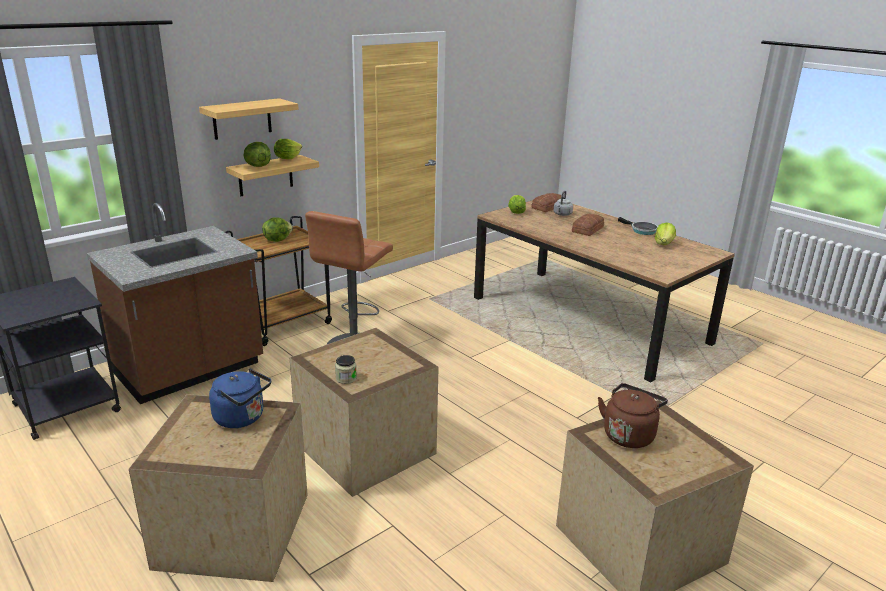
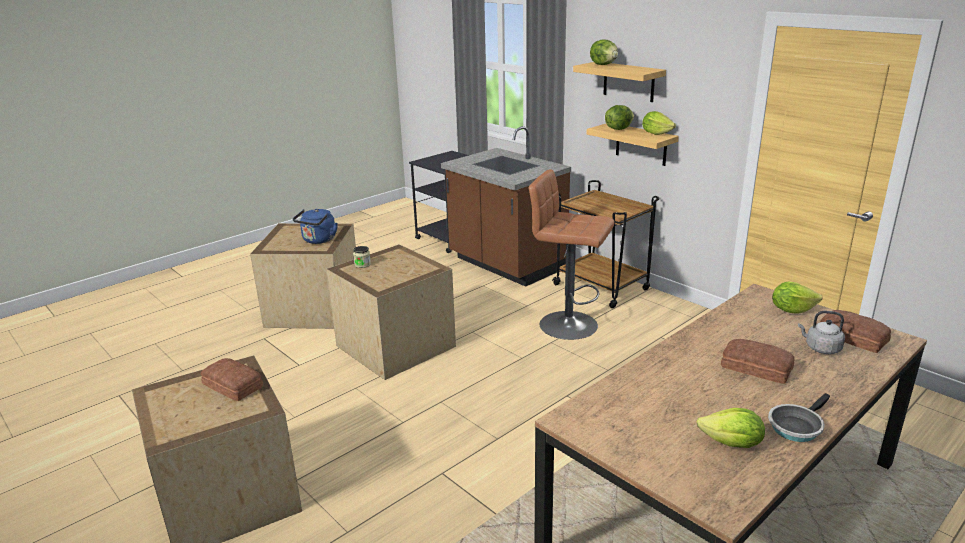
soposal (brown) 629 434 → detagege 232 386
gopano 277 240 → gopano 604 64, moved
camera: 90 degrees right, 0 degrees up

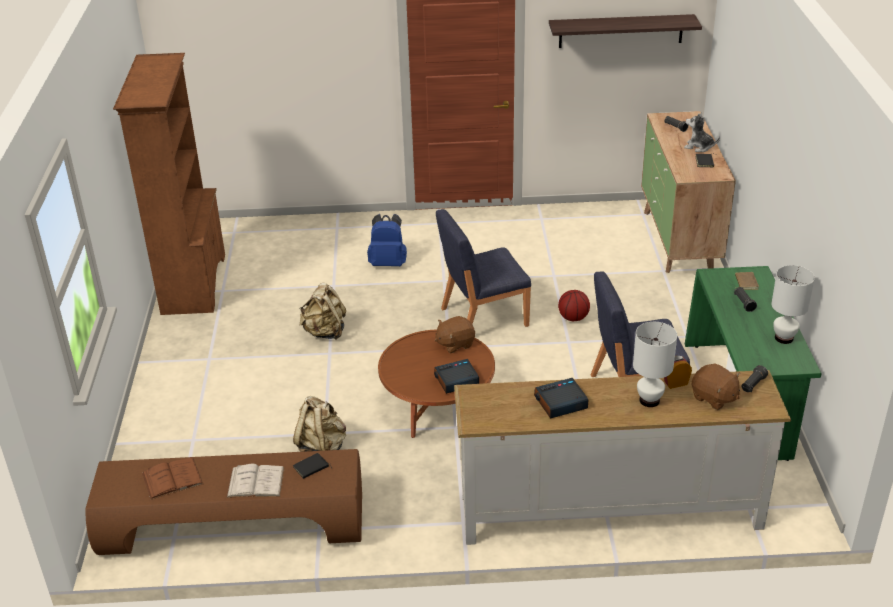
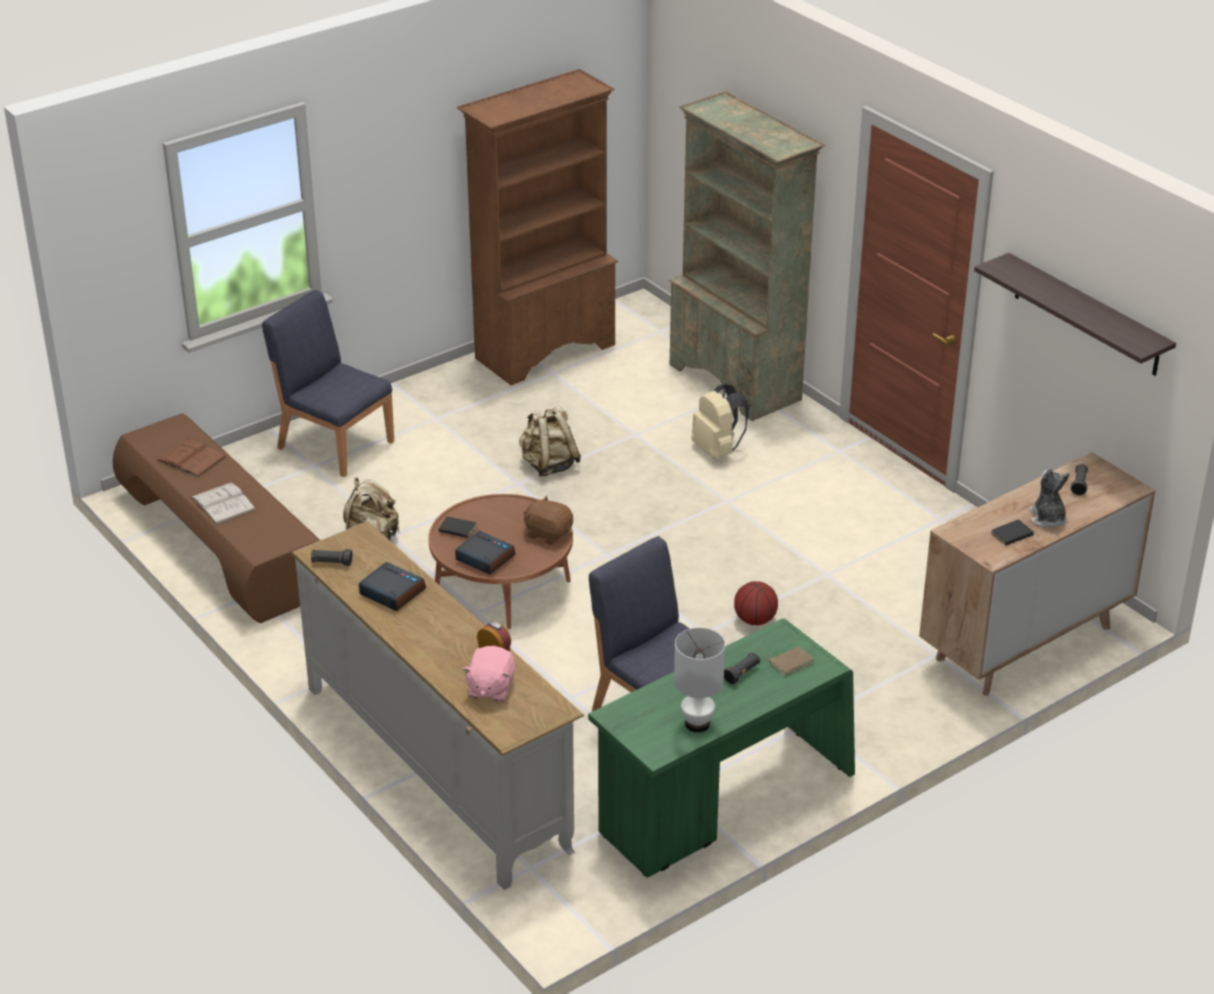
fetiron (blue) 483 317 → fetiron (blue) 335 444, moved
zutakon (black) 753 385 → zutakon (black) 331 563, moved
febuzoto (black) 311 468 → febuzoto (black) 457 530, moved
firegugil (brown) 714 398 → firegugil (pink) 490 688
- → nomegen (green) 736 382
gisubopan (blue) 388 263 → gisubopan (beige) 718 450
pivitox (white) 650 400 → -
camera: 55 degrees right, 0 degrees up

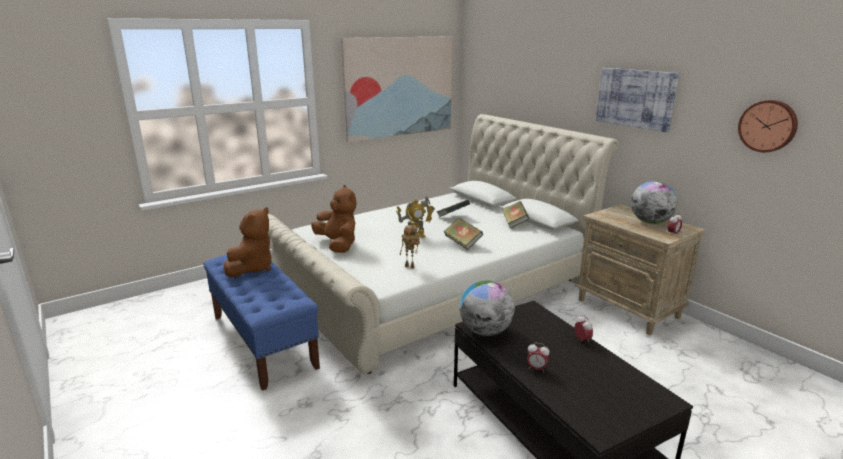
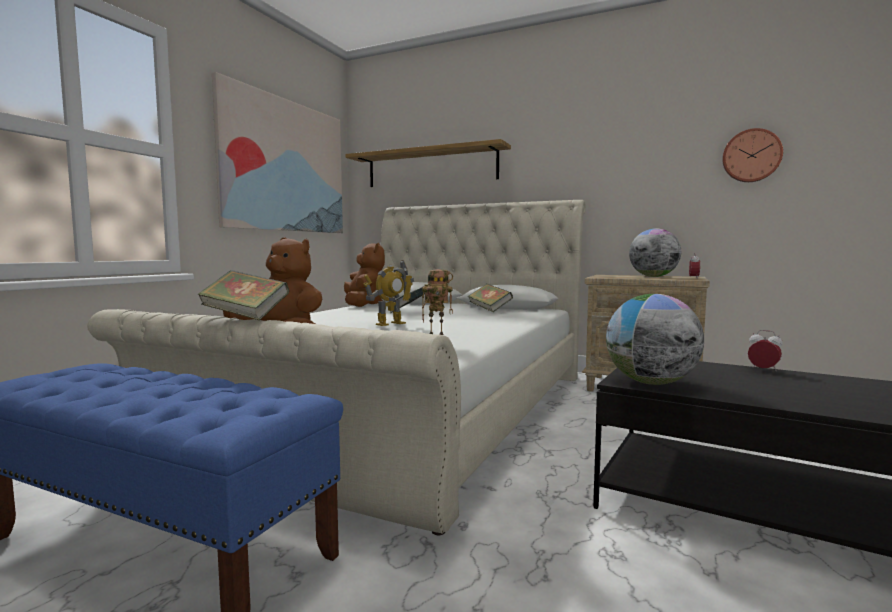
febuzoto 462 243 → febuzoto 245 316, moved
firegugil (brown) 252 268 → firegugil (brown) 363 305, moved
- → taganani 431 167
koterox 536 369 → -
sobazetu 635 98 → -
camera: 30 degrees left, 15 degrees down

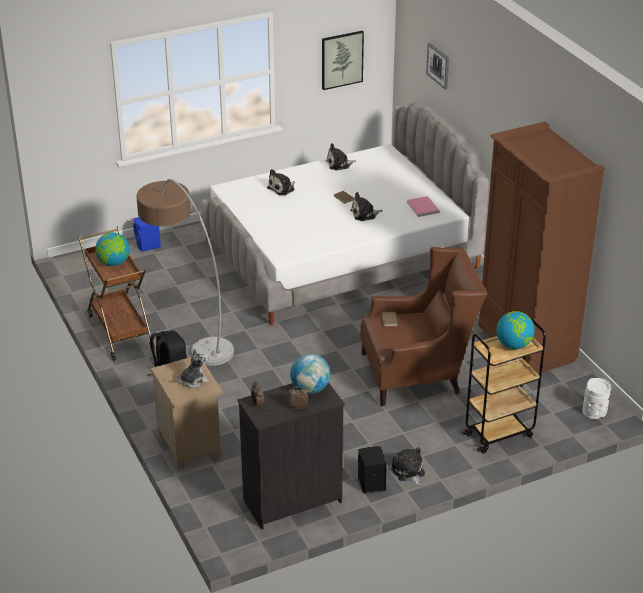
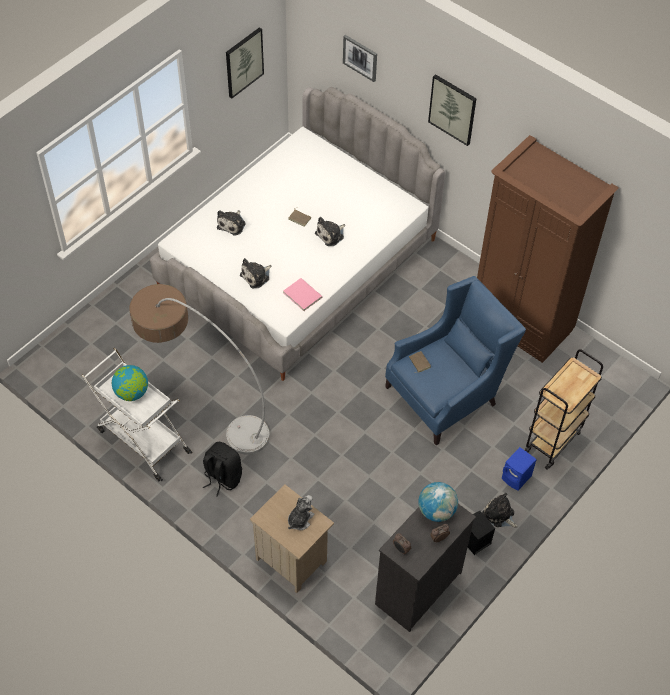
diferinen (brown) 120 332 → diferinen (white) 143 441
firegugil 339 164 → firegugil 256 276, moved
febuzoto (pink) 423 207 → febuzoto (pink) 302 294, moved
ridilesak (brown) 418 373 → ridilesak (blue) 447 393
- → sobazetu 453 109
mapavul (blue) 148 246 → mapavul (blue) 517 478, moved
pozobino 514 345 → -
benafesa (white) 594 413 → -
camera: 25 degrees left, 20 degrees up

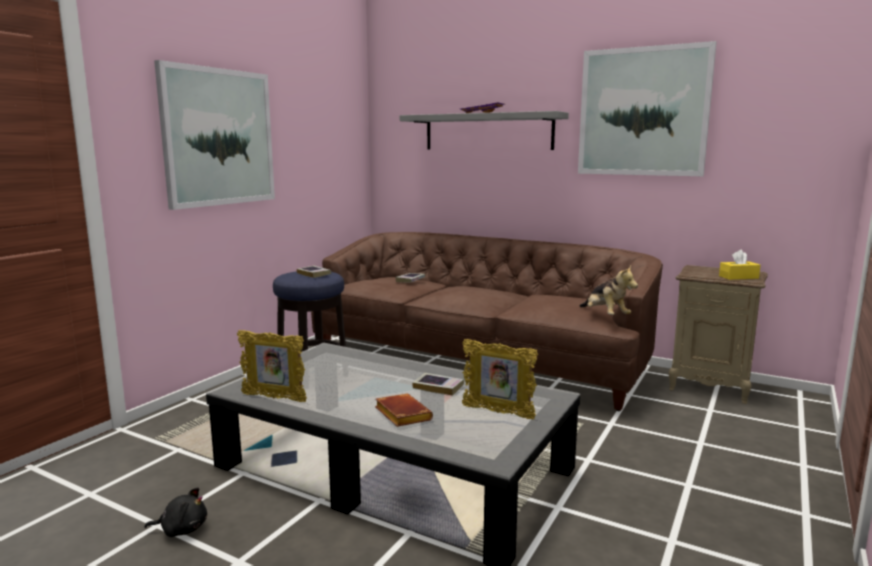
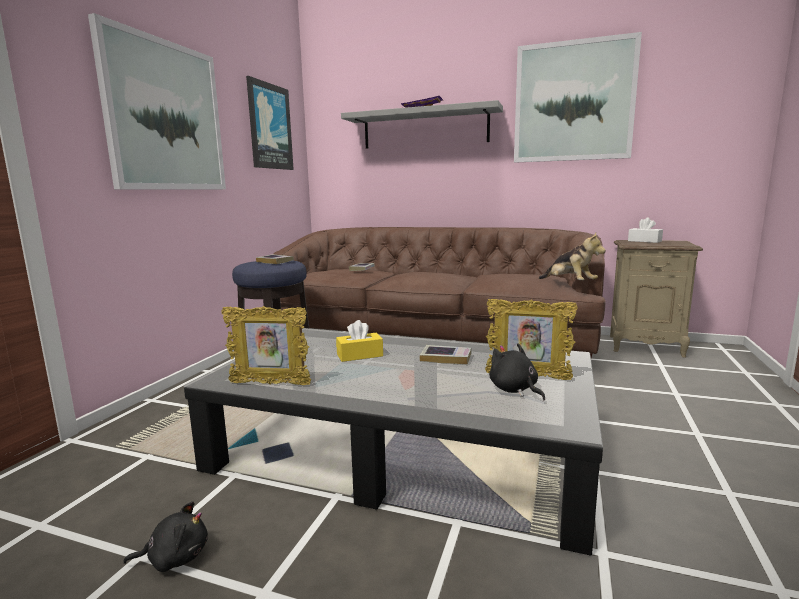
- → sobazetu 269 126
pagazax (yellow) 738 277 → pagazax (yellow) 359 355, moved
- → firegugil (black) 514 390
- → pagazax (white) 644 241
febuzoto (brown) 400 415 → -
camera: 10 degrees left, 0 degrees up

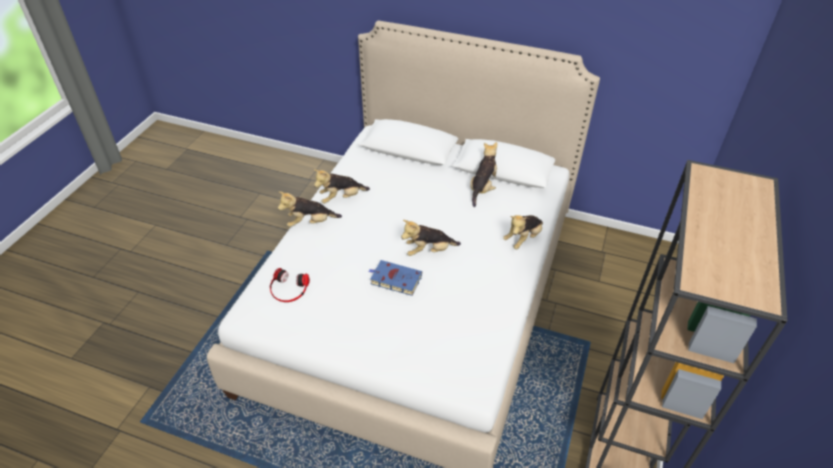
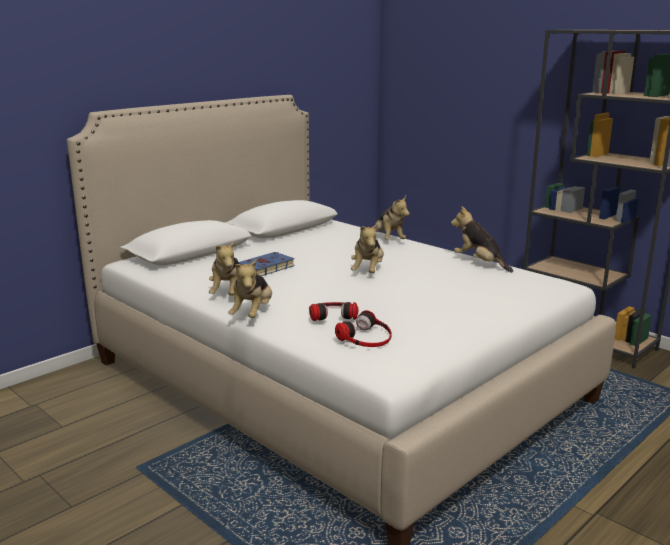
febuzoto (blue) 394 279 → febuzoto (blue) 265 268, moved
- → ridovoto 332 314
firegugil 483 188 → firegugil 479 263, moved
camera: 65 degrees left, 25 degrees down

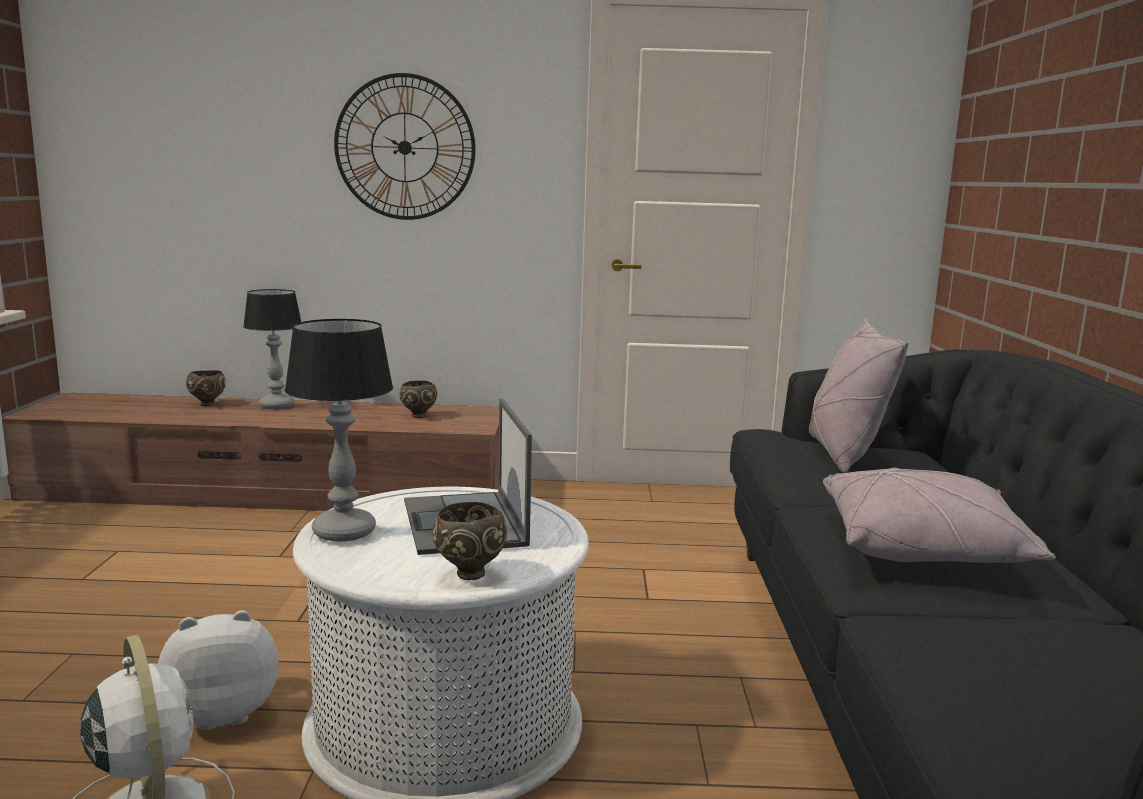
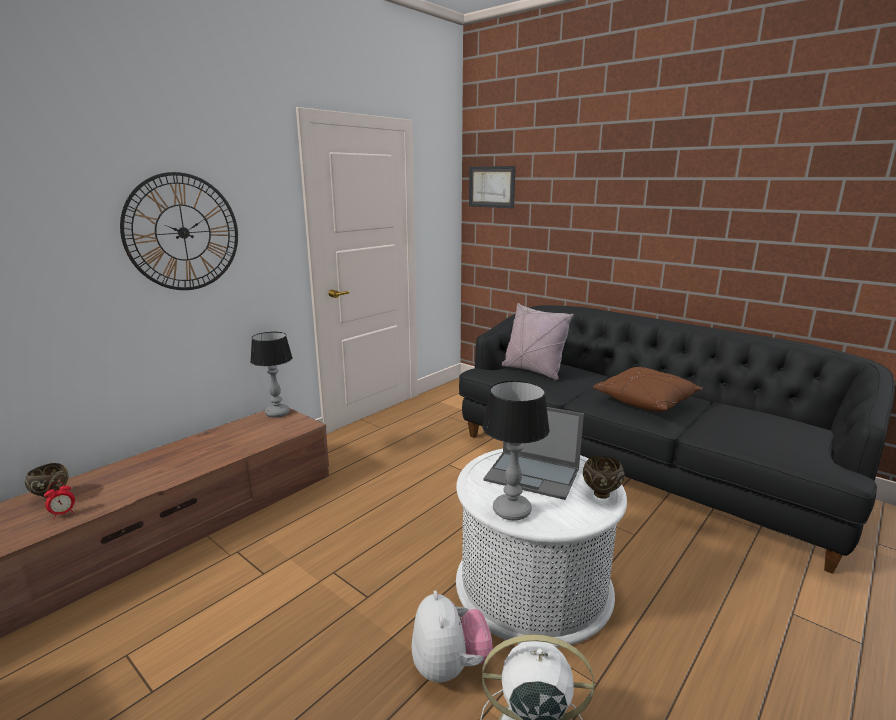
- → koterox 63 514
pivitox 277 406 → pivitox 278 413, moved
firegugil 223 713 → firegugil 450 667, 150 degrees clockwise
- → sobazetu 491 187
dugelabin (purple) 923 548 → dugelabin (brown) 646 401
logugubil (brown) 418 416 → -
camera: 50 degrees left, 5 degrees up

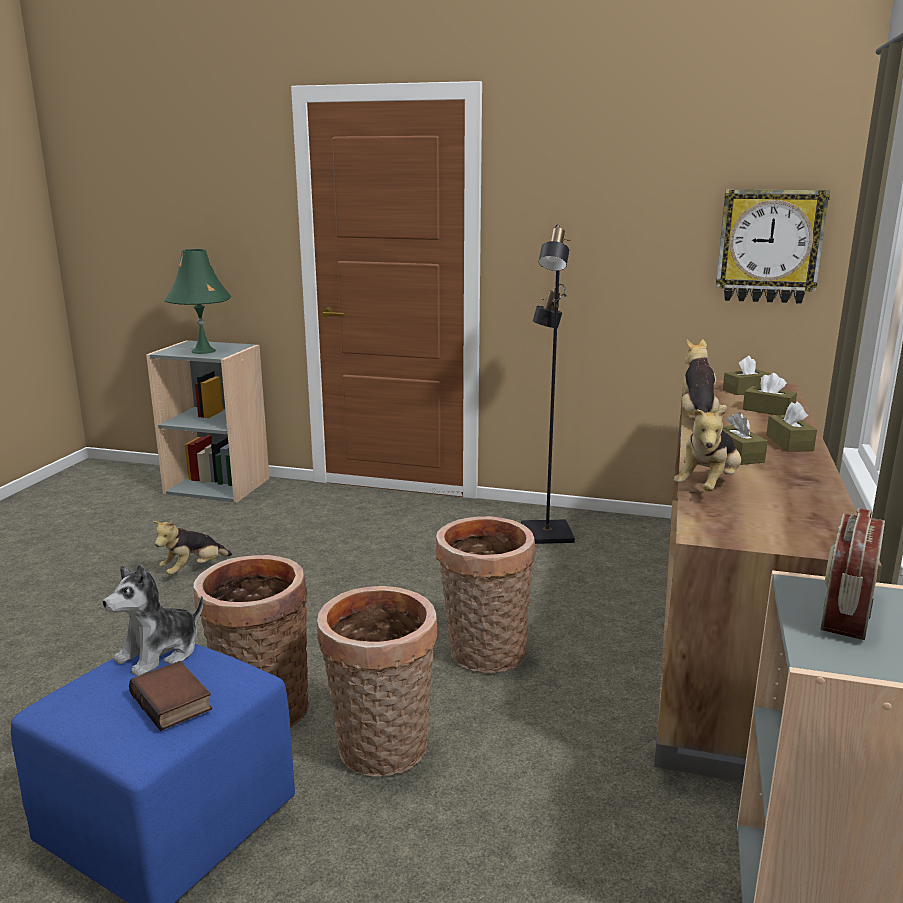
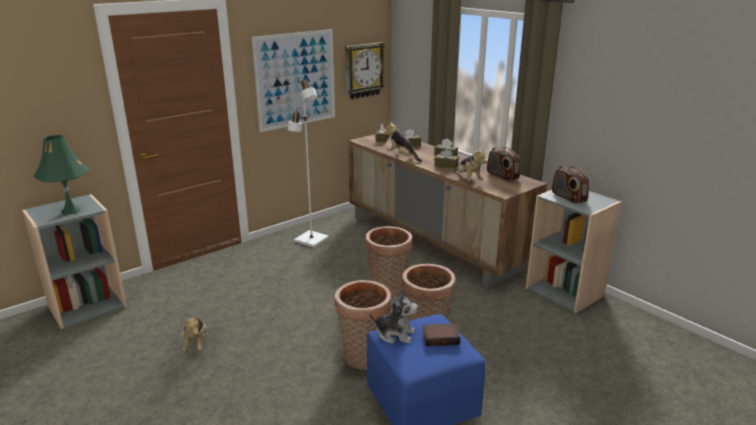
- → sobazetu 296 79
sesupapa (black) 547 533 → sesupapa (white) 311 239
firegugil 160 653 → firegugil 395 334, 60 degrees counterclockwise
- → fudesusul 502 176
camera: 55 degrees left, 5 degrees up

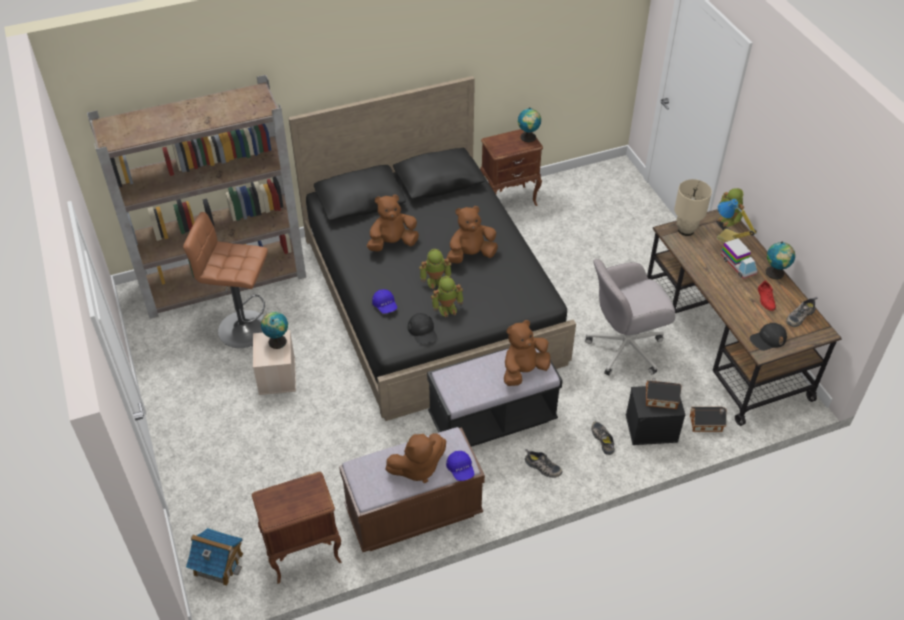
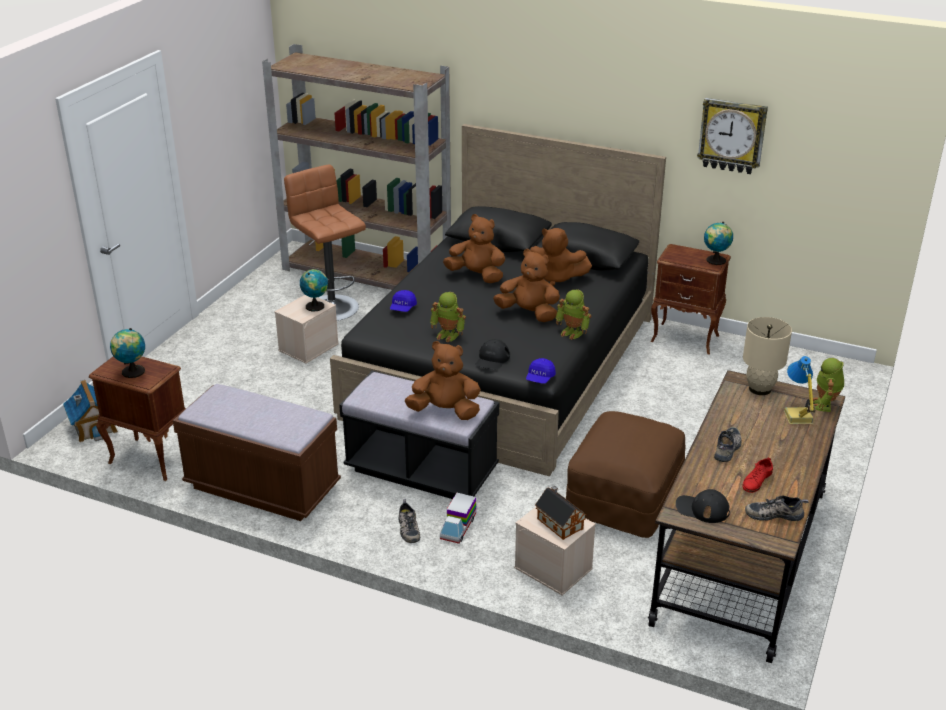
pozobino 775 274 → pozobino 132 372, moved
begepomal 738 265 → begepomal 458 527, moved
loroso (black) 422 331 → loroso (black) 492 359, moved
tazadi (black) 652 427 → tazadi (beige) 554 568
loroso (blue) 460 469 → loroso (blue) 540 378, moved
firegugil (brown) 417 468 → firegugil (brown) 557 278, moved
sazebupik 435 281 → sazebupik 572 332, moved
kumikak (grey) 624 349 → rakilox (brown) 623 498
- → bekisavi 732 135
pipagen 603 439 → pipagen 728 448, moved
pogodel 707 424 → -
camera: 45 degrees right, 15 degrees down

